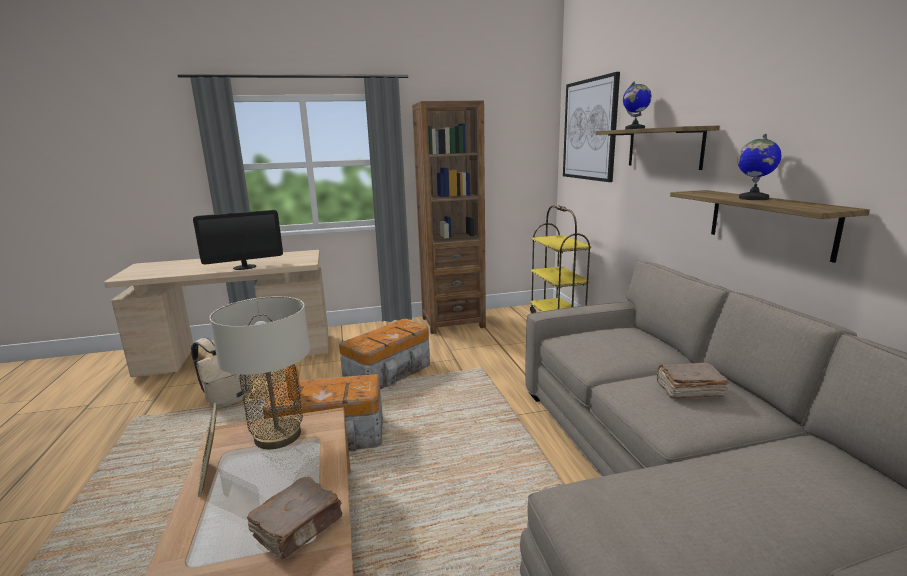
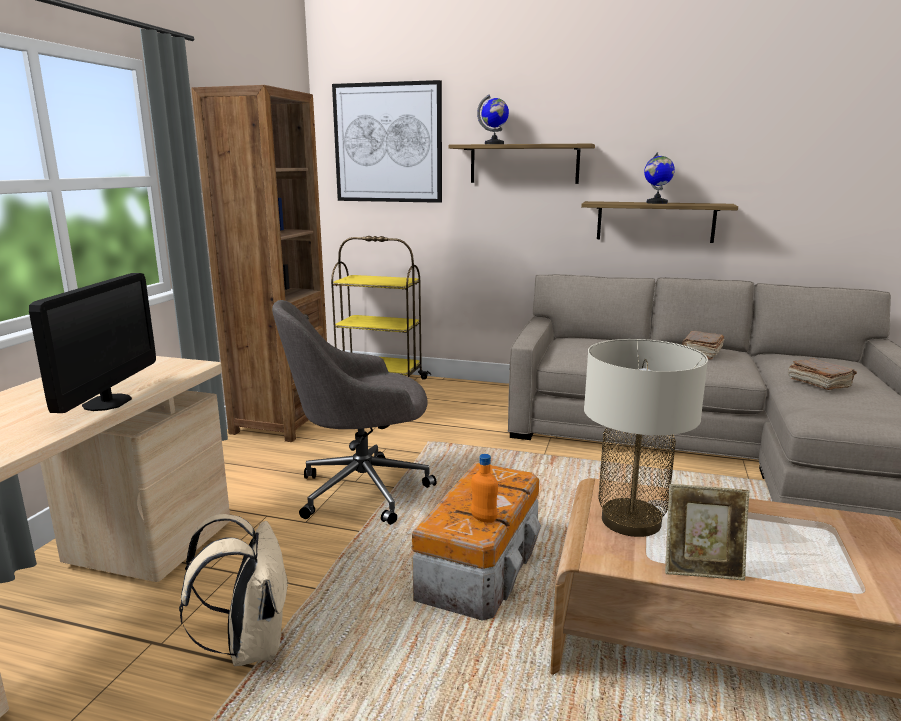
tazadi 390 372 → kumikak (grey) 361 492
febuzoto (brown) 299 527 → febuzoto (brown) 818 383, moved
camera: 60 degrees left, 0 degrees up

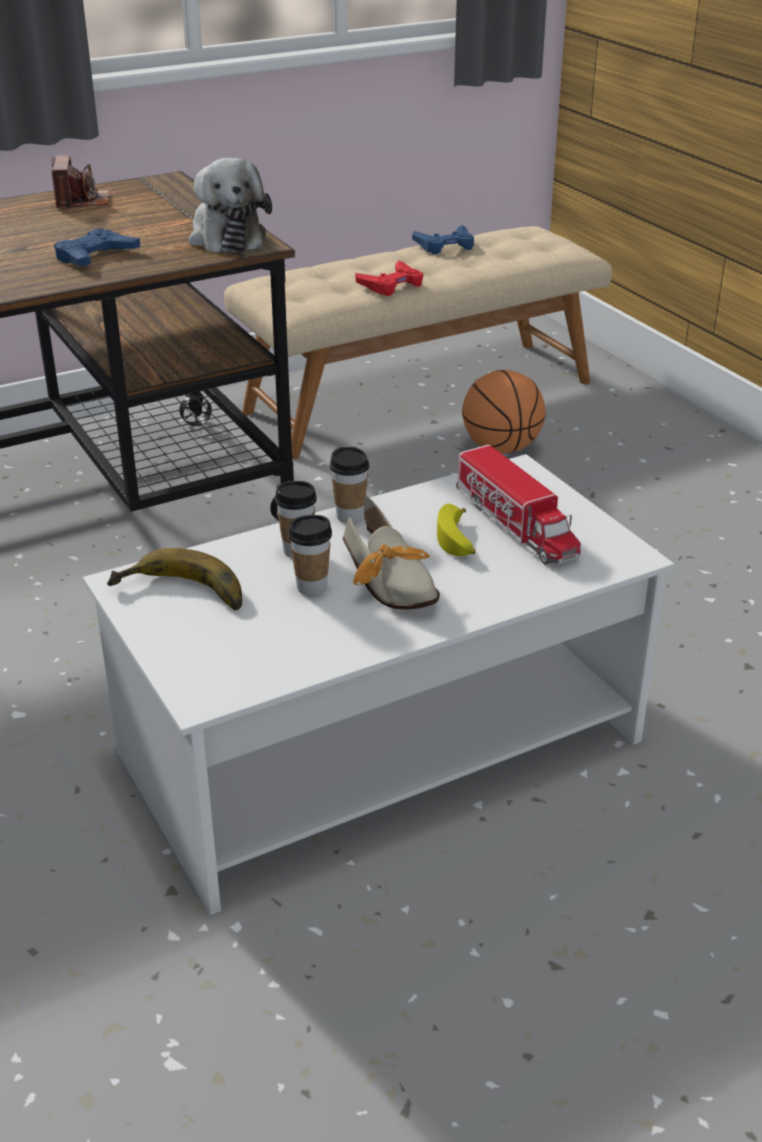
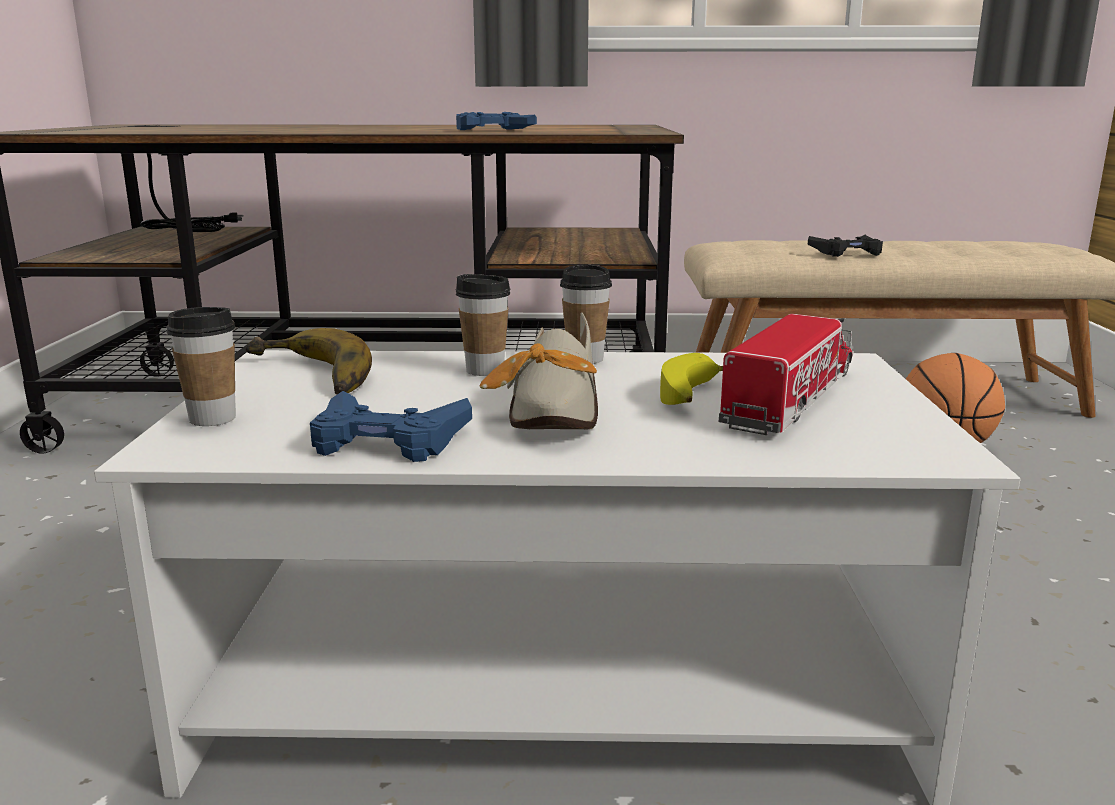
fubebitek 312 587 → fubebitek 212 418, moved
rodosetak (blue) 445 245 → rodosetak (blue) 387 440, moved
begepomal 516 524 → begepomal 791 398, 150 degrees counterclockwise
rodosetak (red) 391 285 → rodosetak (black) 846 252
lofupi 81 201 → -
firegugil 226 237 → -
camera: 30 degrees right, 15 degrees down

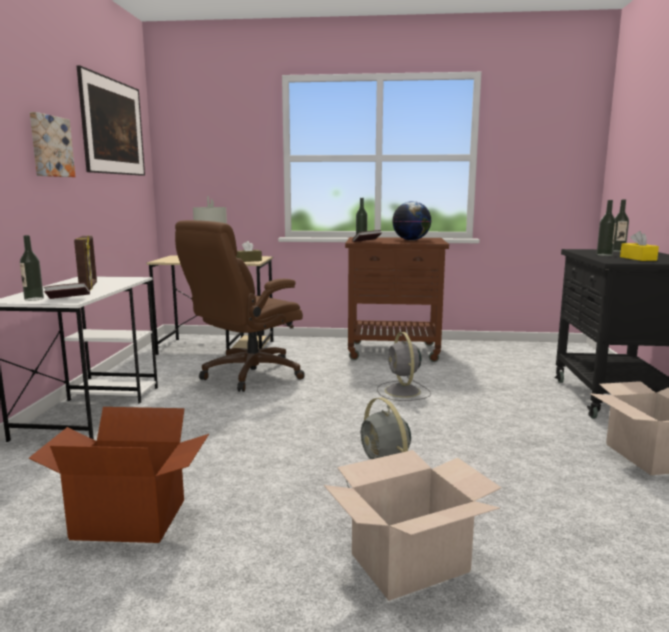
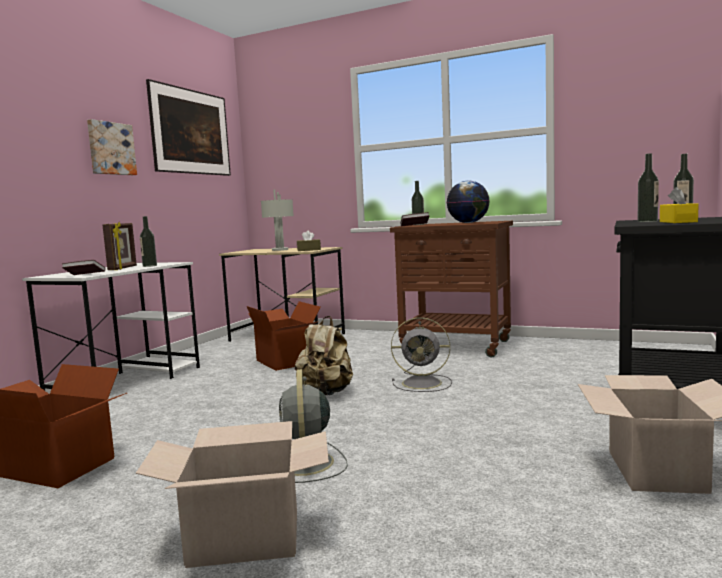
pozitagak 34 299 → pozitagak 149 266, moved
kumikak (brown) 246 375 → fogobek 286 361
- → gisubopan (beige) 326 393
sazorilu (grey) 403 391 → sazorilu (grey) 423 383, 90 degrees counterclockwise
camera: 20 degrees right, 5 degrees down

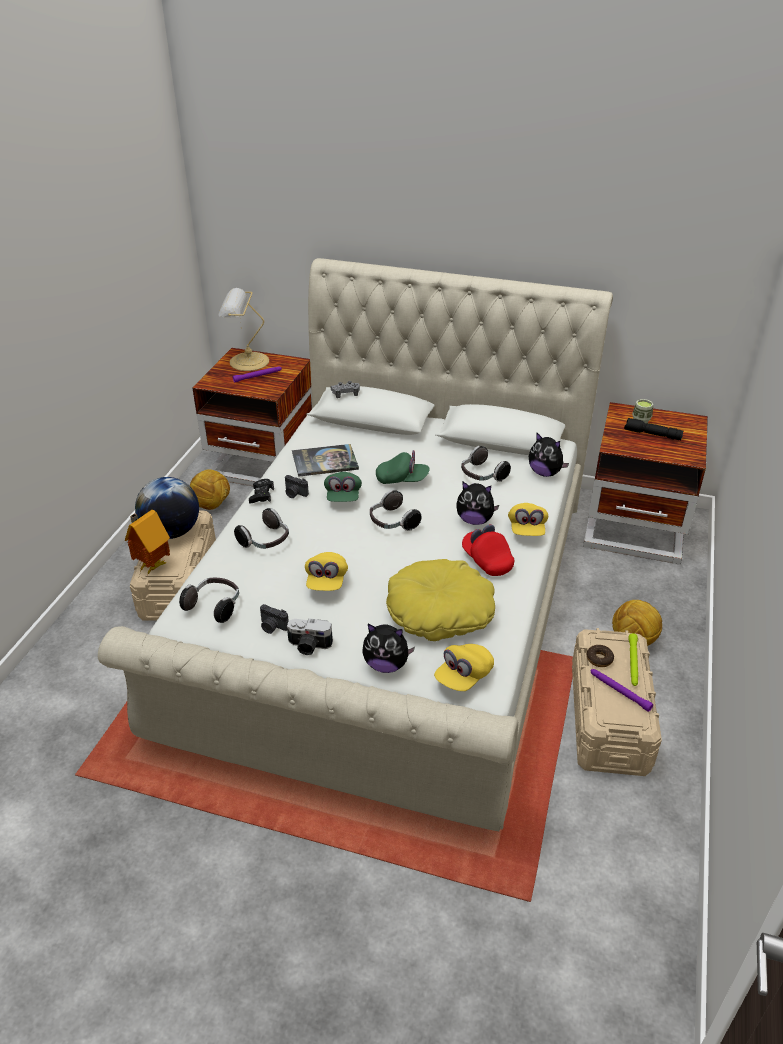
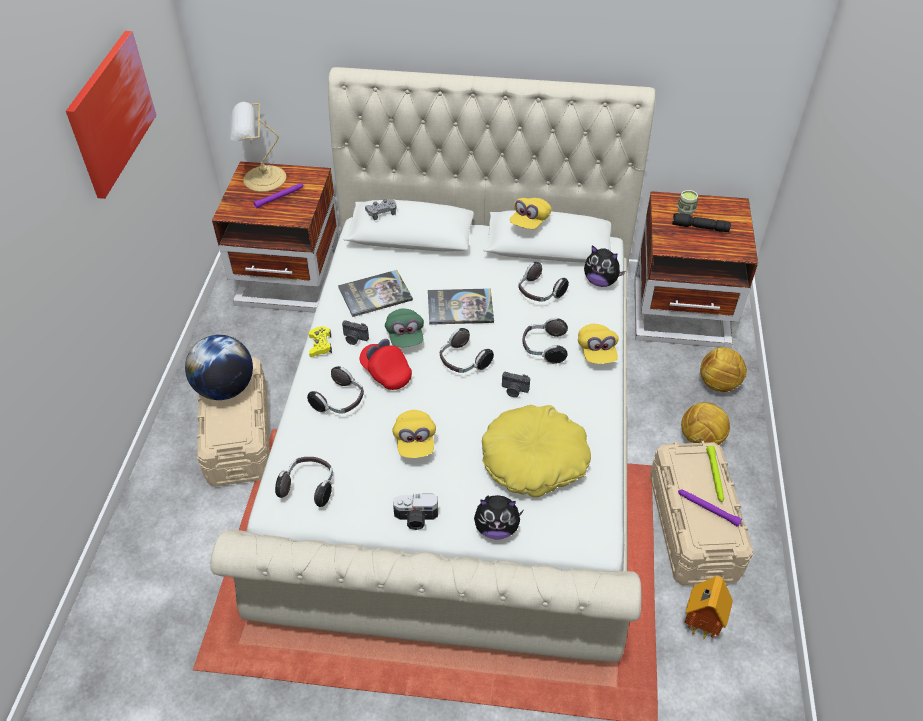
- → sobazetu 111 113
rodosetak (black) 261 495 → rodosetak (yellow) 320 345
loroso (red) 487 560 → loroso (red) 386 372, moved
loroso (green) 402 479 → febuzoto 460 307
lofupi 272 627 → lofupi 514 390, moved
loroso (yellow) 463 676 → loroso (yellow) 529 222, moved
firegugil 474 520 → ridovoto 544 348
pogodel 151 566 → pogodel 699 625, moved
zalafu 212 505 → zalafu 718 383, moved
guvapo 599 659 → -
camera: 10 degrees left, 10 degrees up

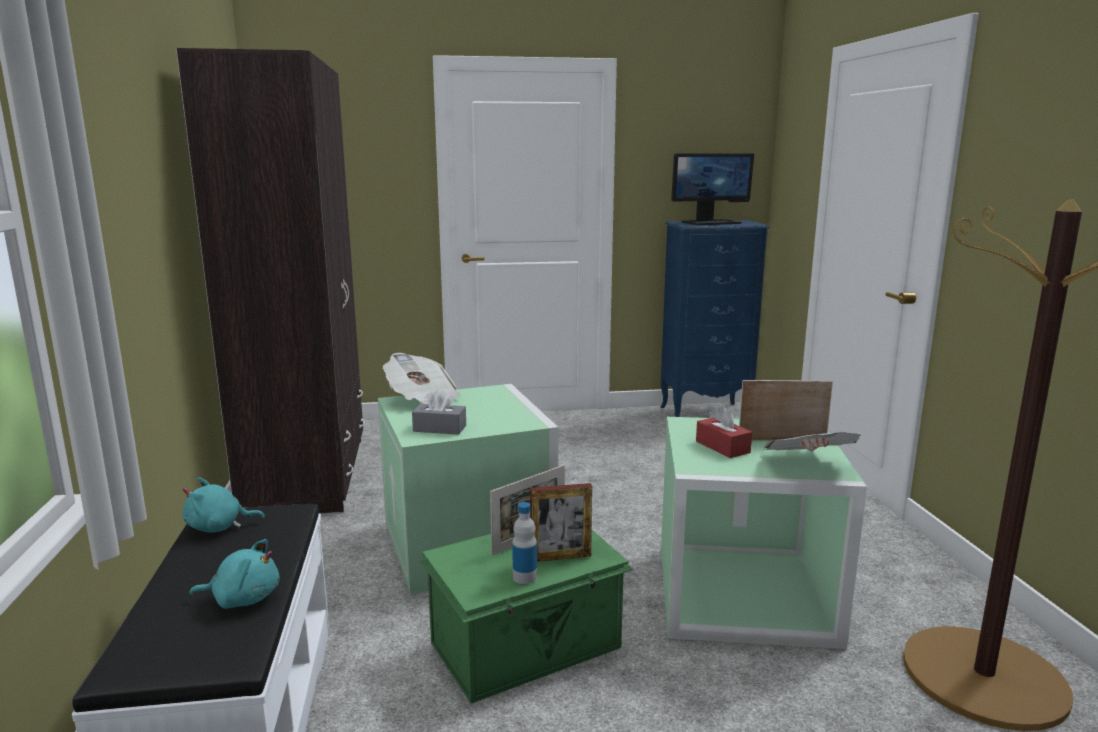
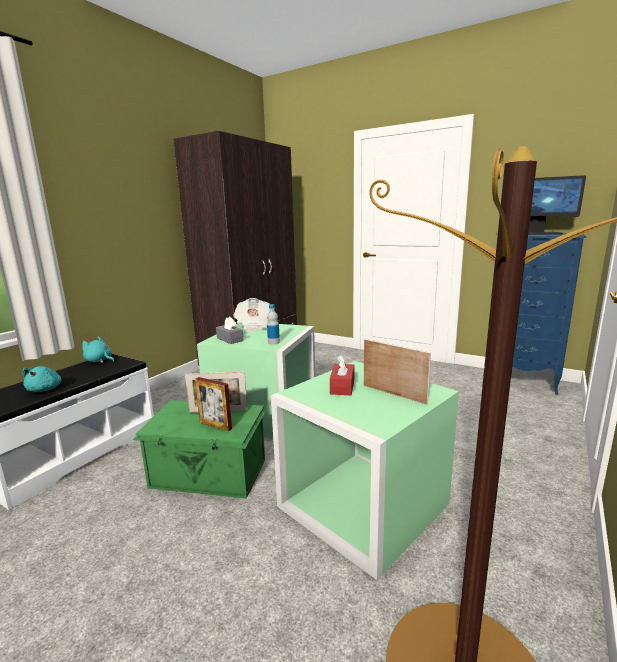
firegugil (turquoise) 243 598 → firegugil (turquoise) 45 389, 45 degrees clockwise
pozitagak 524 577 → pozitagak 273 342, moved
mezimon 807 466 → -
camera: 40 degrees right, 0 degrees up

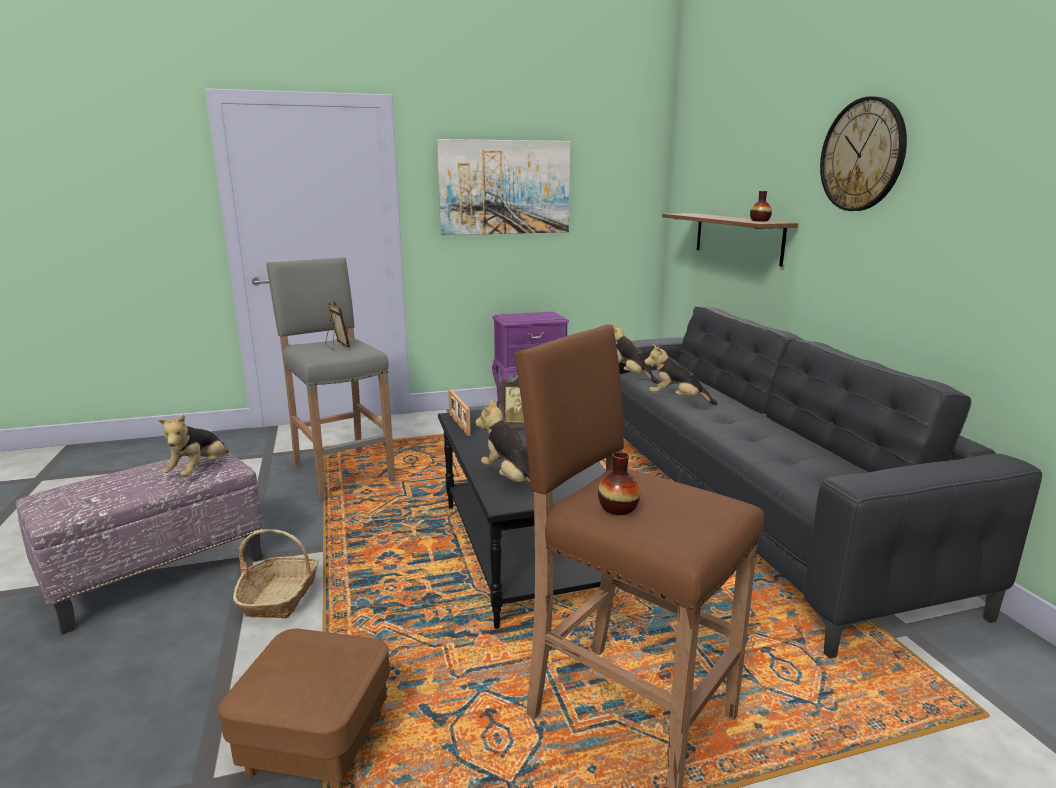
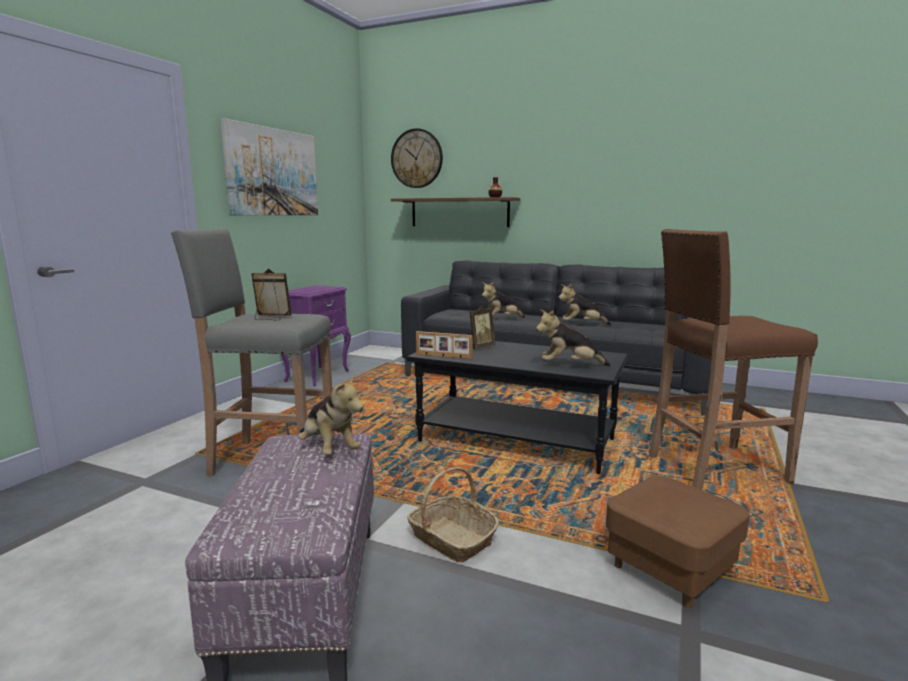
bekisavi 862 155 → bekisavi 417 158, moved
firegugil 630 376 → firegugil 582 325, moved
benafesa 618 508 → -
camera: 50 degrees left, 5 degrees down

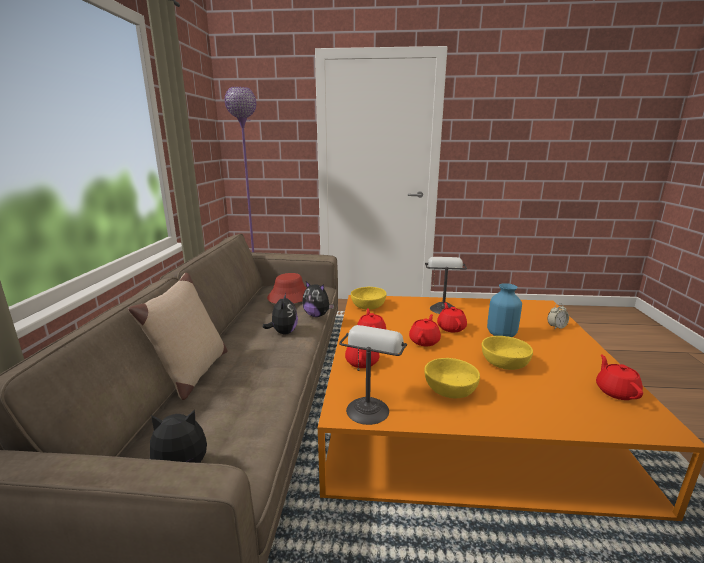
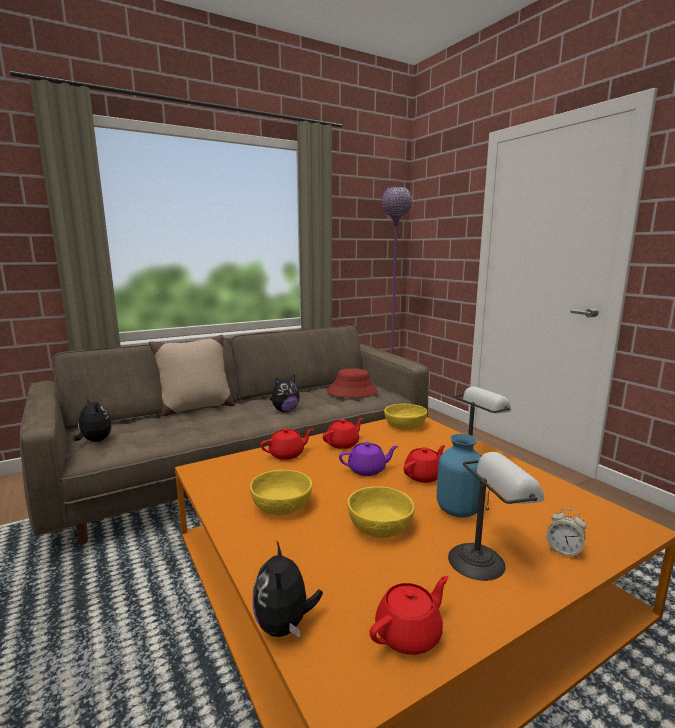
firegugil 317 315 → firegugil 285 625, moved
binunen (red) 424 341 → binunen (purple) 367 470
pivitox 369 404 → pivitox 486 558, moved
camera: 55 degrees right, 5 degrees down

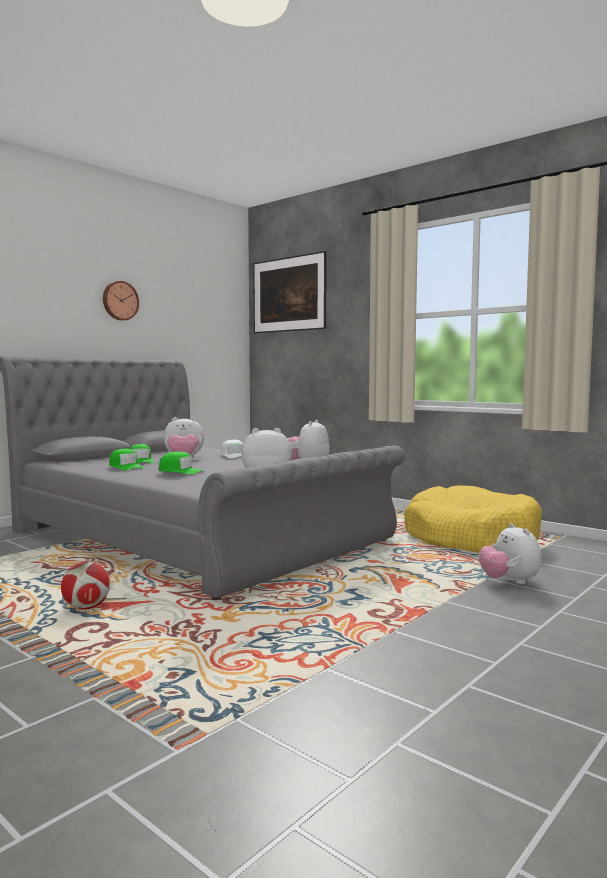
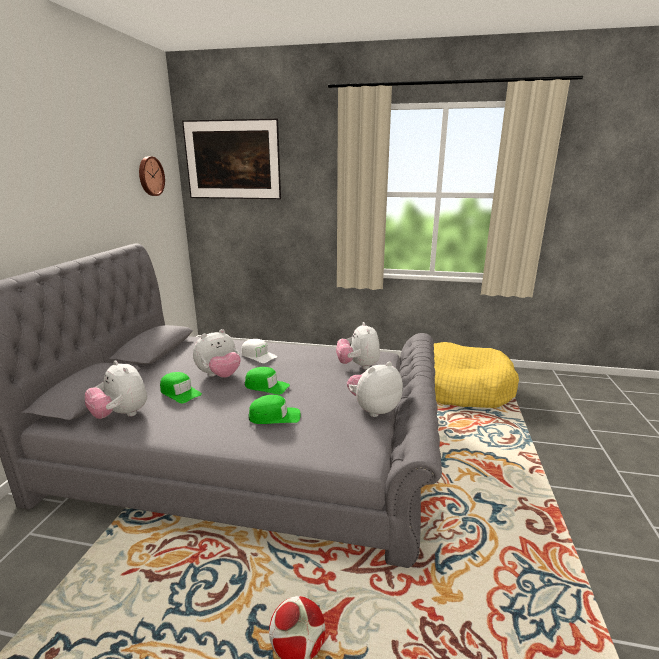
firegugil 509 581 → firegugil 121 415, moved
bekisavi 120 301 → bekisavi 150 176, moved
loroso (green) 126 467 → loroso (green) 266 386, moved
camera: 30 degrees left, 15 degrees up

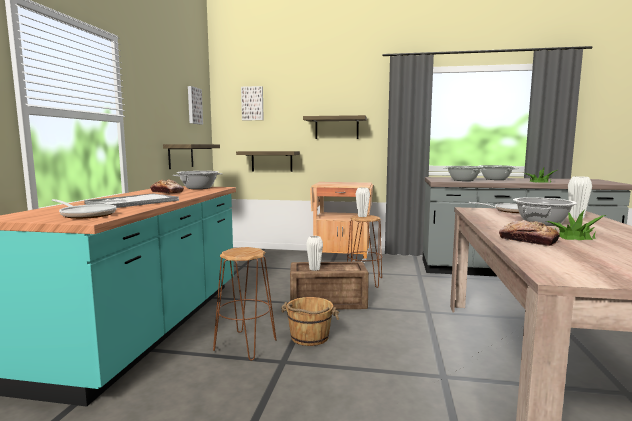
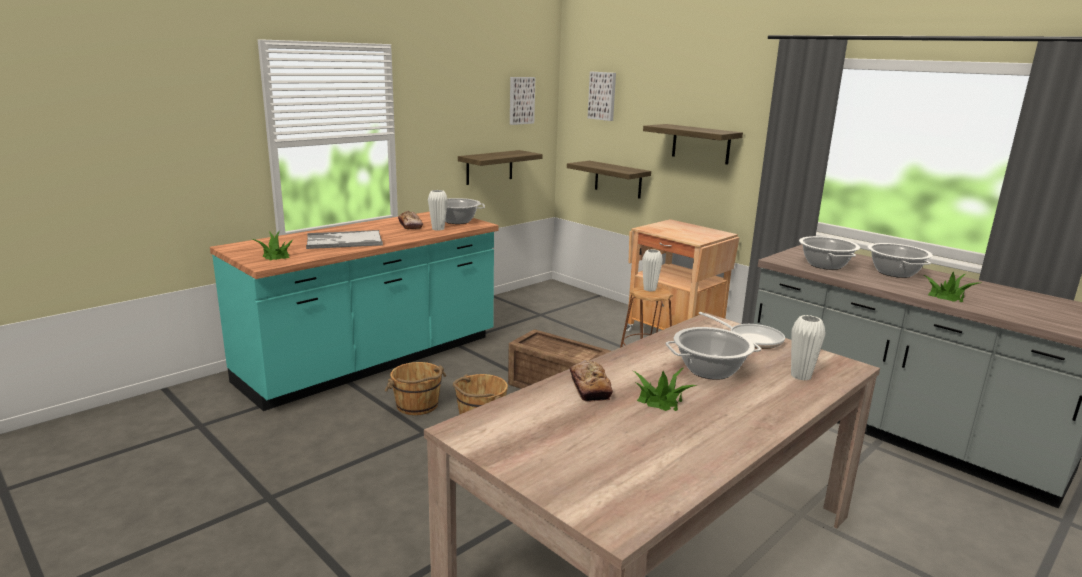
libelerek 86 215 → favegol 276 255
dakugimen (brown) 245 345 → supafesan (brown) 417 405
benafesa (white) 314 269 → benafesa (white) 438 229, moved
camera: 35 degrees right, 10 degrees up

